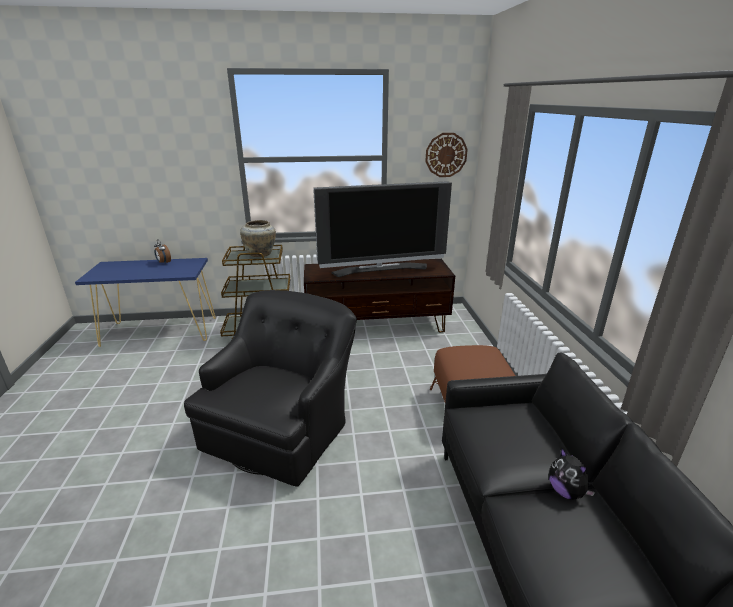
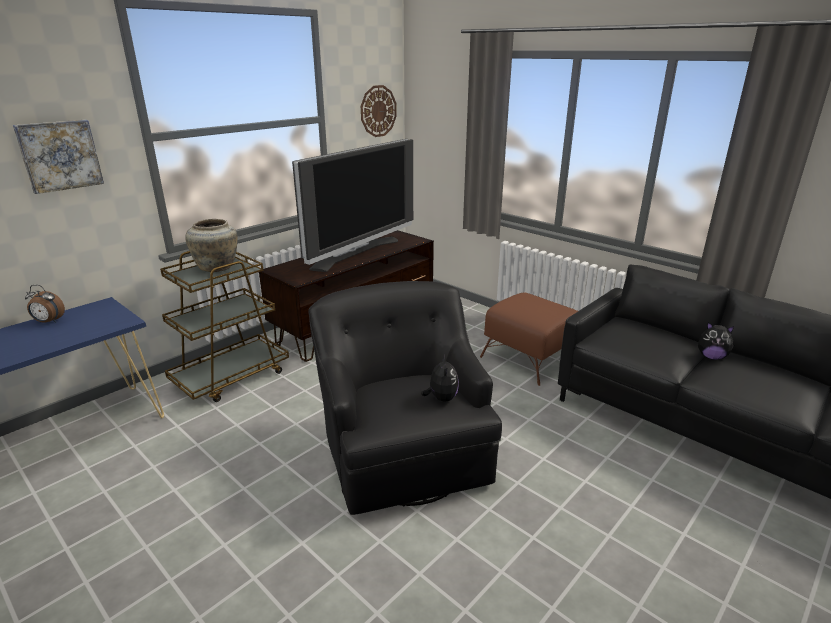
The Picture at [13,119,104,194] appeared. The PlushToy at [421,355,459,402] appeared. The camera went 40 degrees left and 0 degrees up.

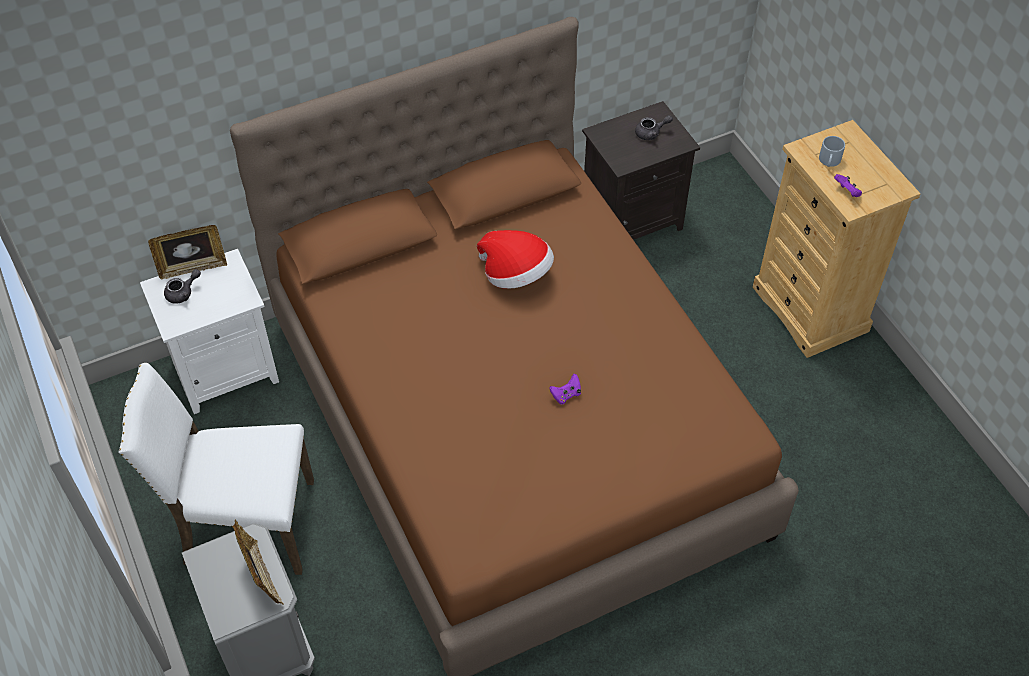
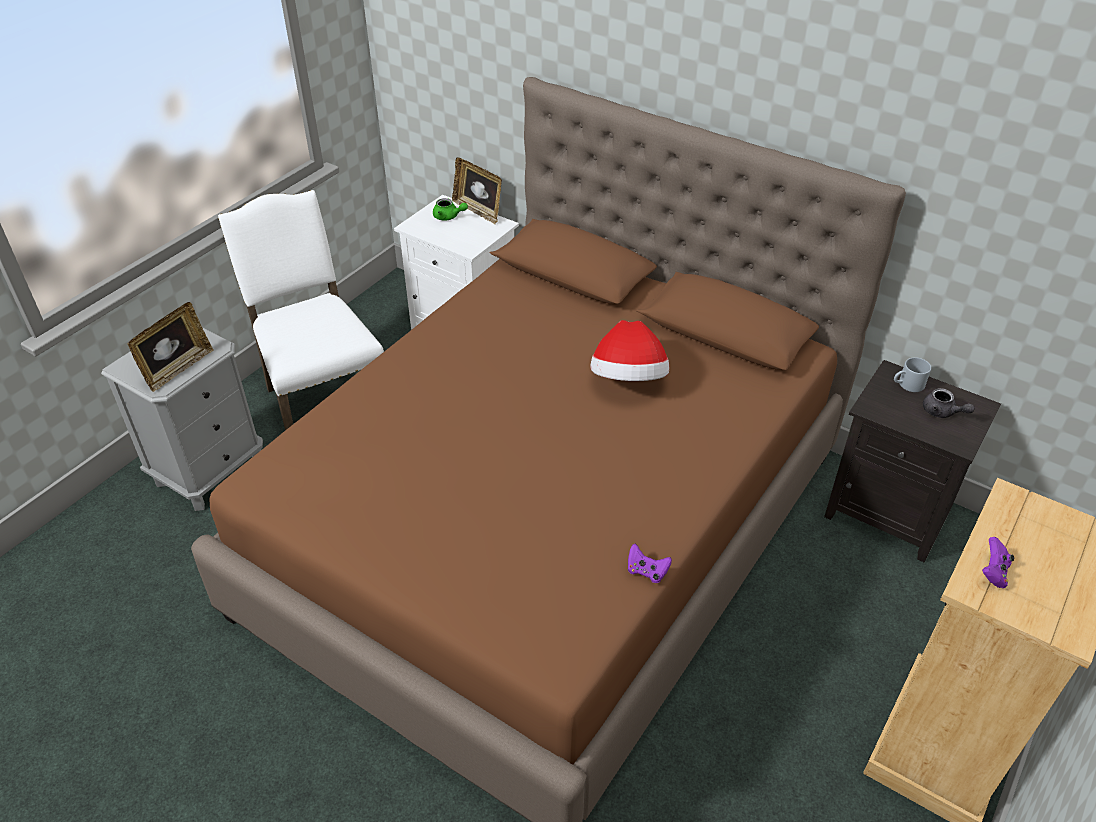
The GreyTeapot at [164,269,201,304] became the GreenTeapot at [433,198,468,221]. The PurpleGameController moved from [549,374,581,404] to [628,544,672,583]. The GreyMug moved from [819,136,845,167] to [894,357,931,392]. The camera went 60 degrees right and 10 degrees down.

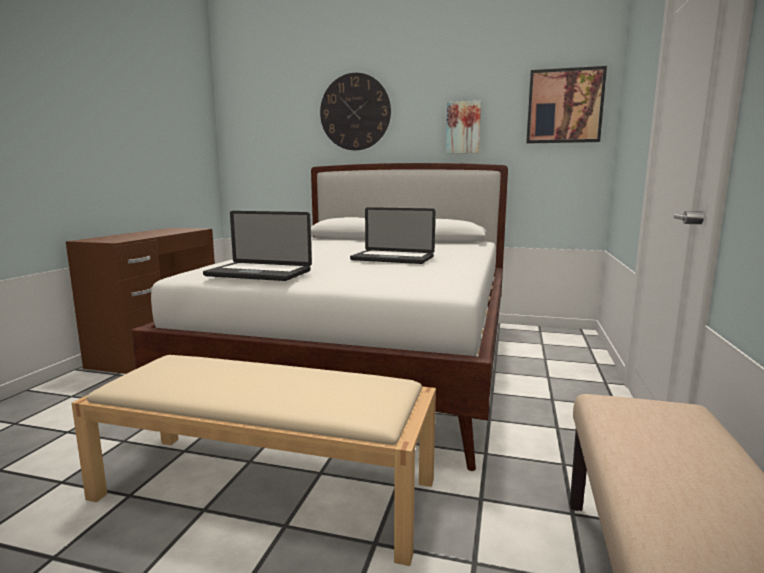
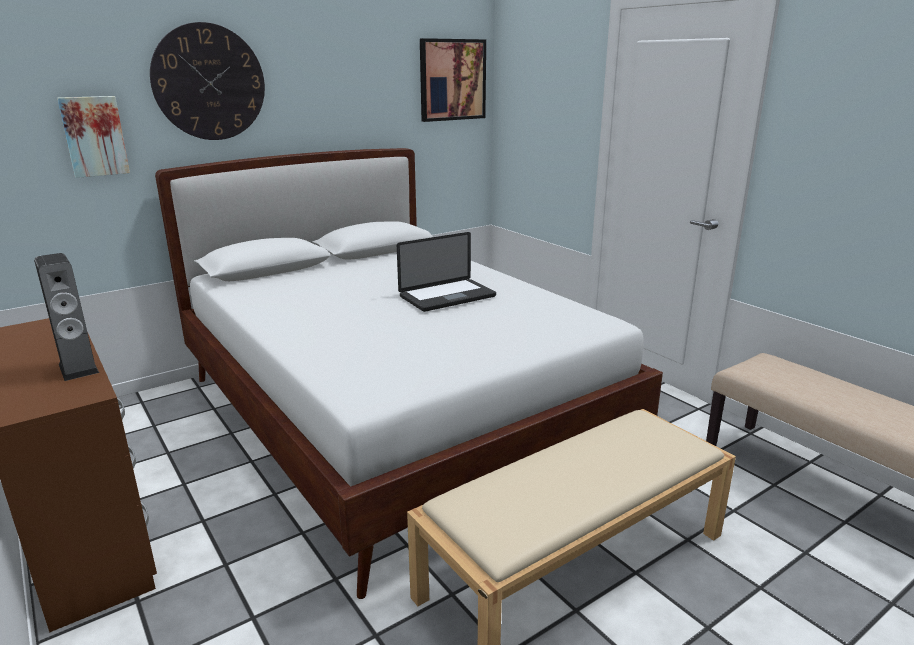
The Speaker at [34,253,99,381] appeared. The Picture moved from [446,101,481,154] to [57,96,130,178]. The Laptop at [203,211,312,281] disappeared. The camera went 50 degrees left and 10 degrees up.

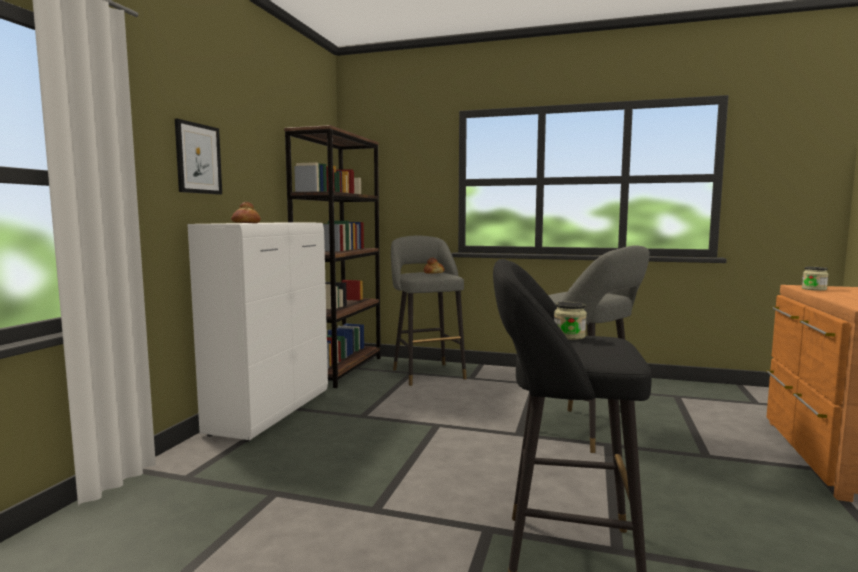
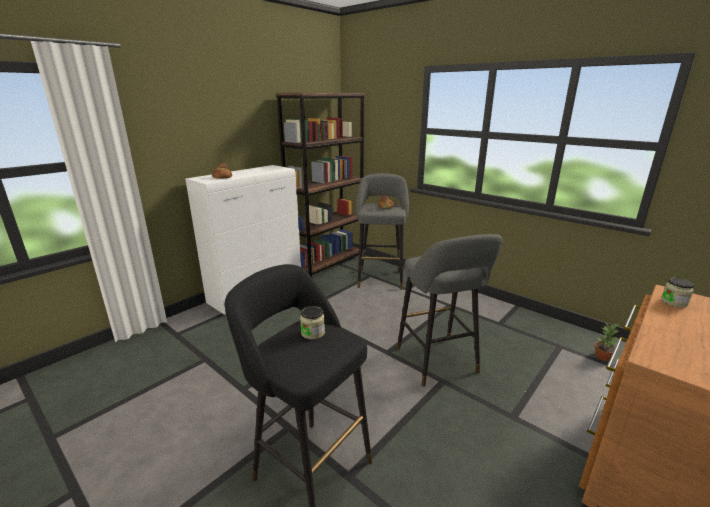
The PottedPlant at [594,323,620,361] appeared. The Picture at [175,119,222,195] disappeared. The camera went 25 degrees right and 15 degrees up.

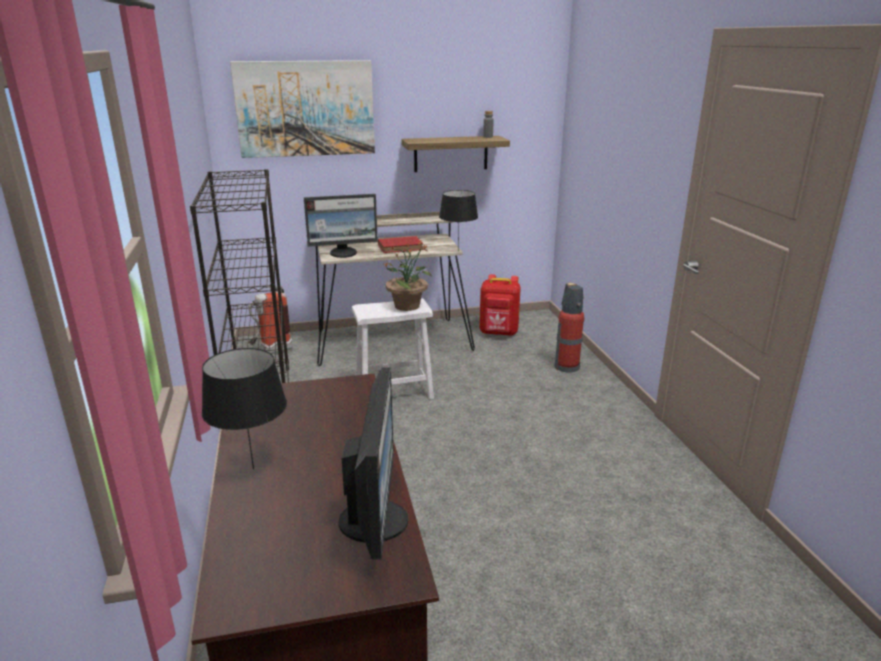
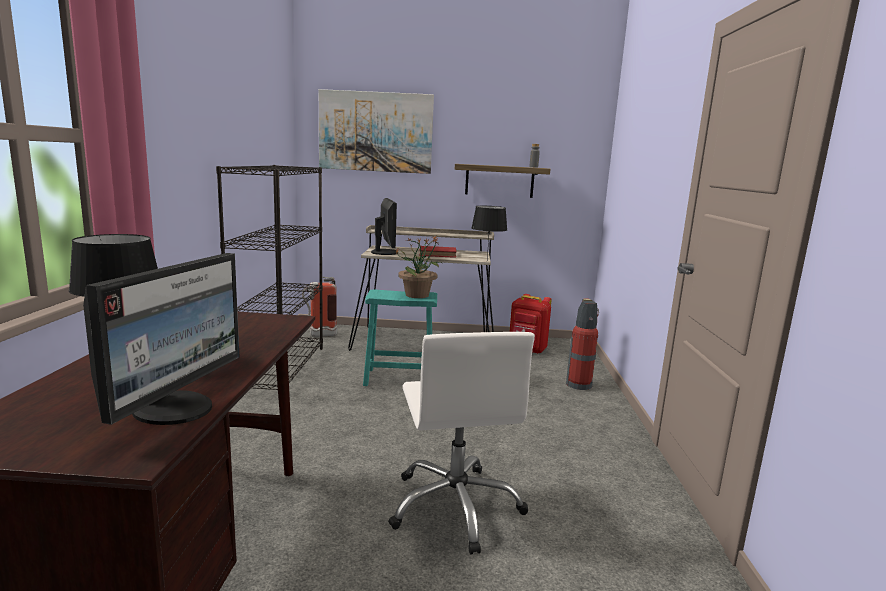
The WhiteStool at [352,298,434,399] became the TurquoiseStool at [363,290,437,386]. The Monitor at [304,194,378,258] turned 105 degrees counterclockwise. The WhiteOfficeChair at [388,332,535,555] appeared. The camera went 15 degrees right and 10 degrees down.

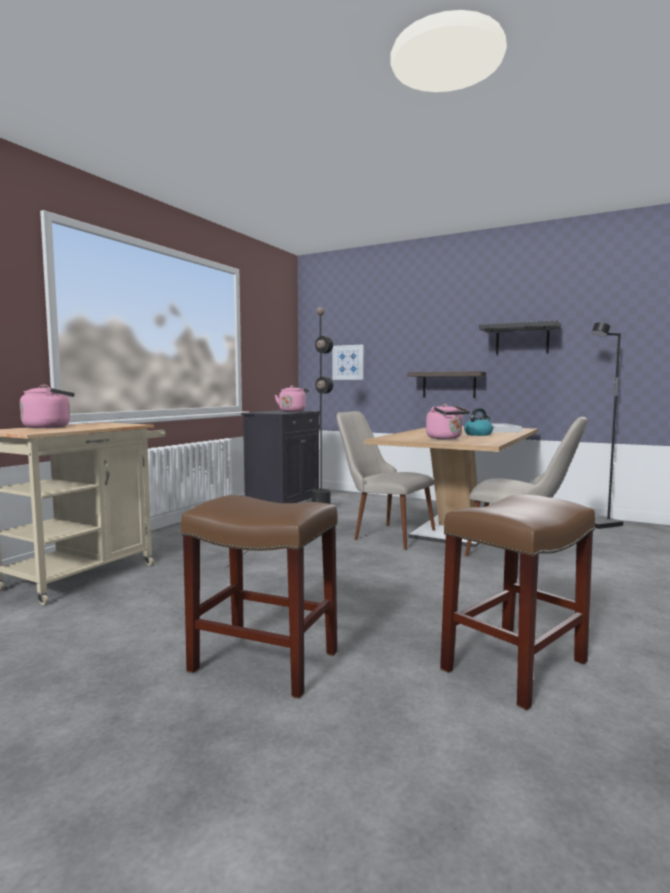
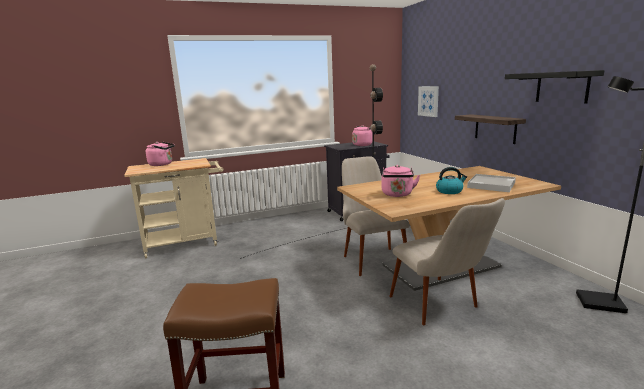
The BrownStool at [181,495,337,699] disappeared. The camera went 40 degrees right and 10 degrees up.

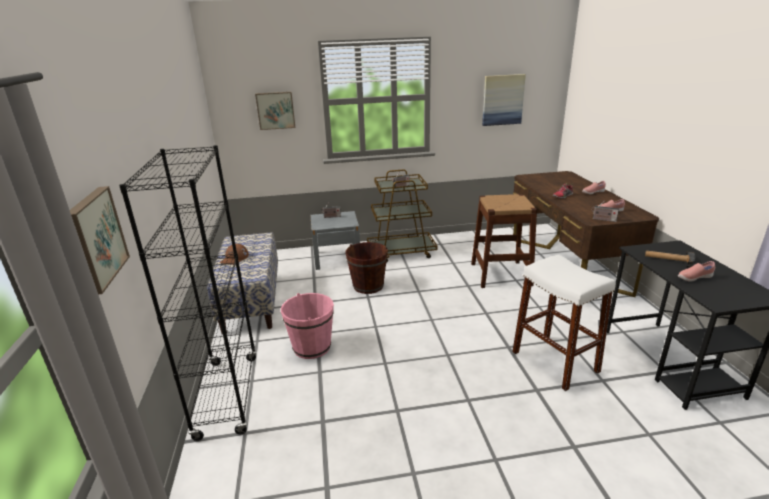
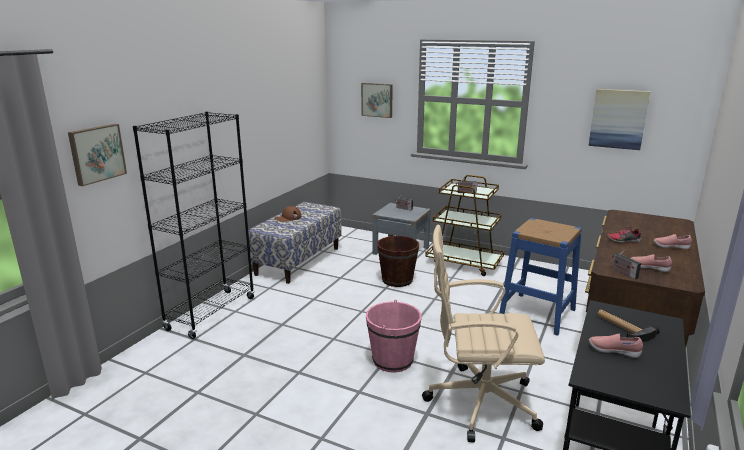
The PinkBucket moved from [281,293,334,359] to [366,299,422,373]. The WhiteStool at [512,255,616,391] was replaced by the BeigeOfficeChair at [422,225,545,442]. The BrownStool at [471,194,537,288] became the BlueStool at [499,218,582,336]. The camera went 35 degrees right and 5 degrees down.

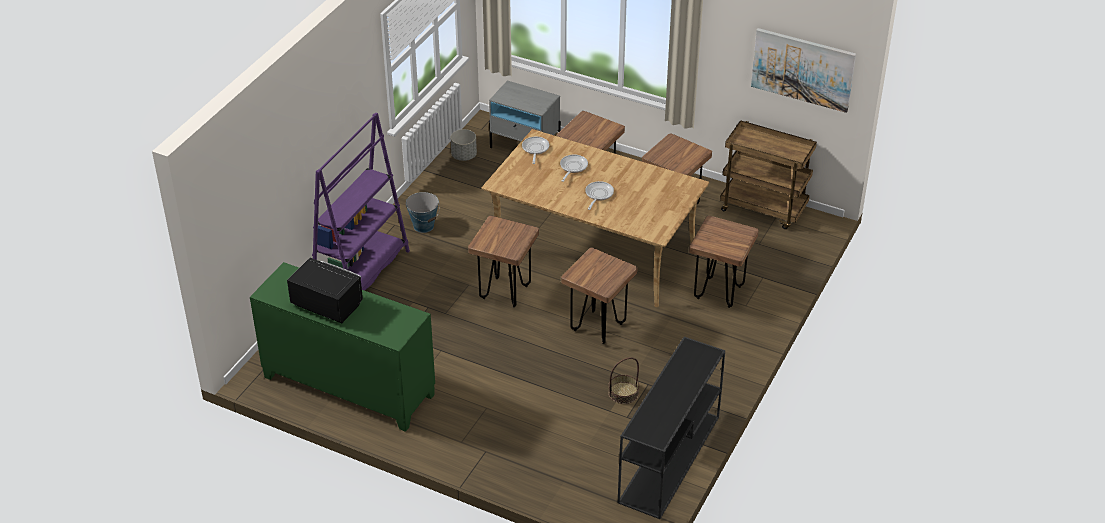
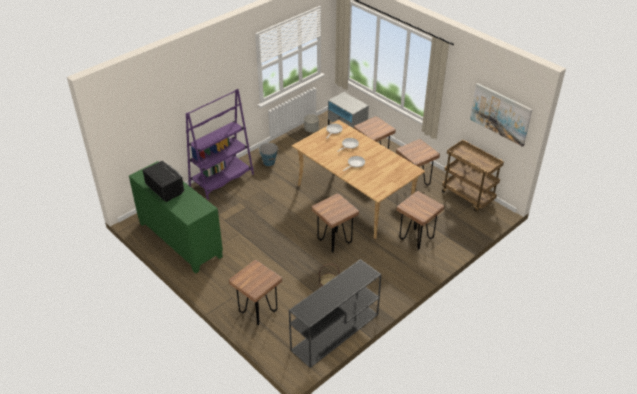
The BrownStool moved from [468,215,539,307] to [229,260,282,325]. The camera went 20 degrees right and 0 degrees up.

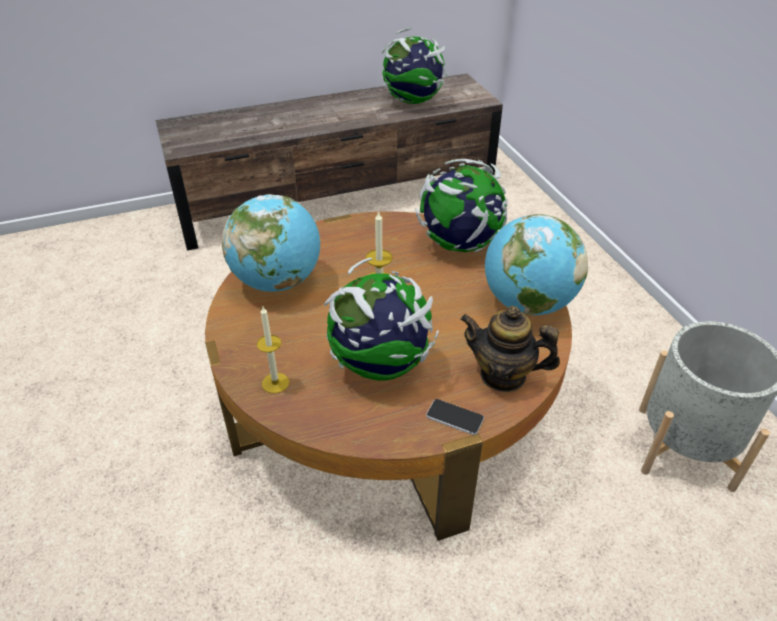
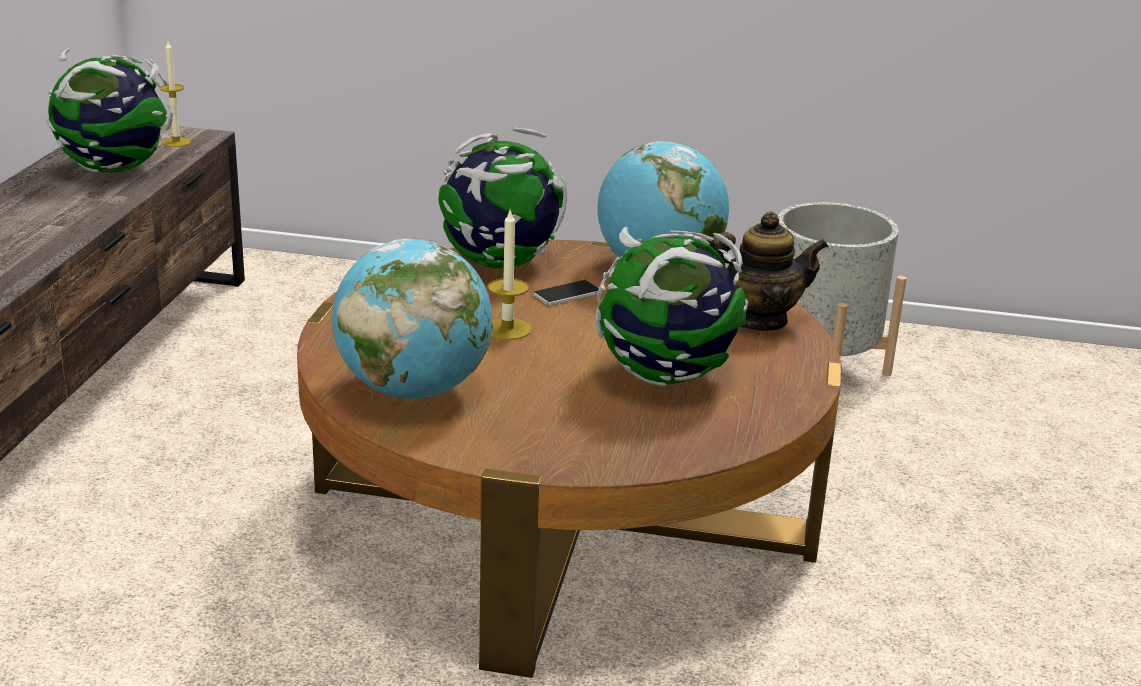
The Candle moved from [257,307,289,393] to [160,41,191,147]. The Phone moved from [426,399,484,435] to [534,280,599,305]. The Teapot at [460,306,560,392] turned 150 degrees counterclockwise. The camera went 60 degrees left and 15 degrees down.

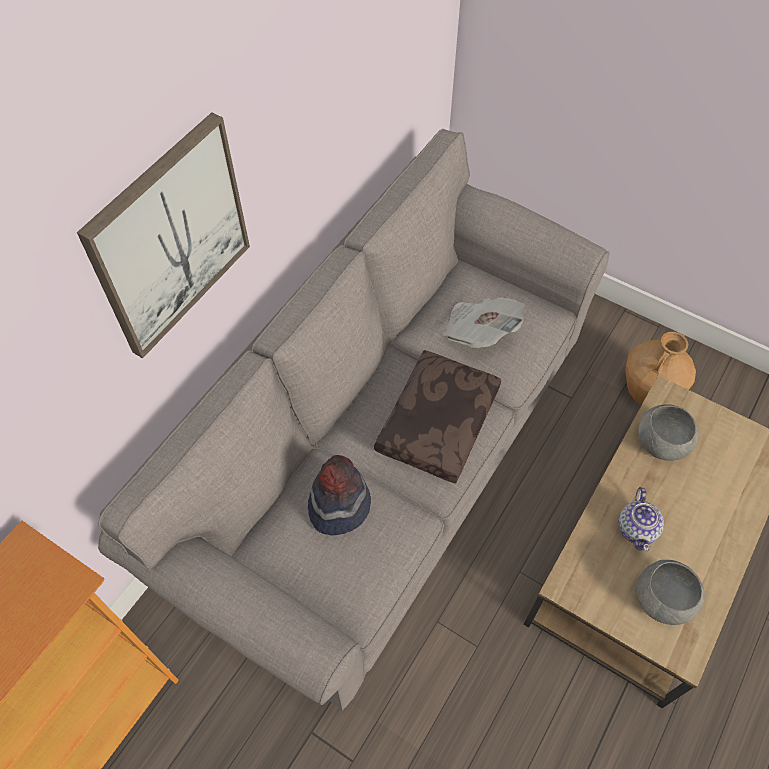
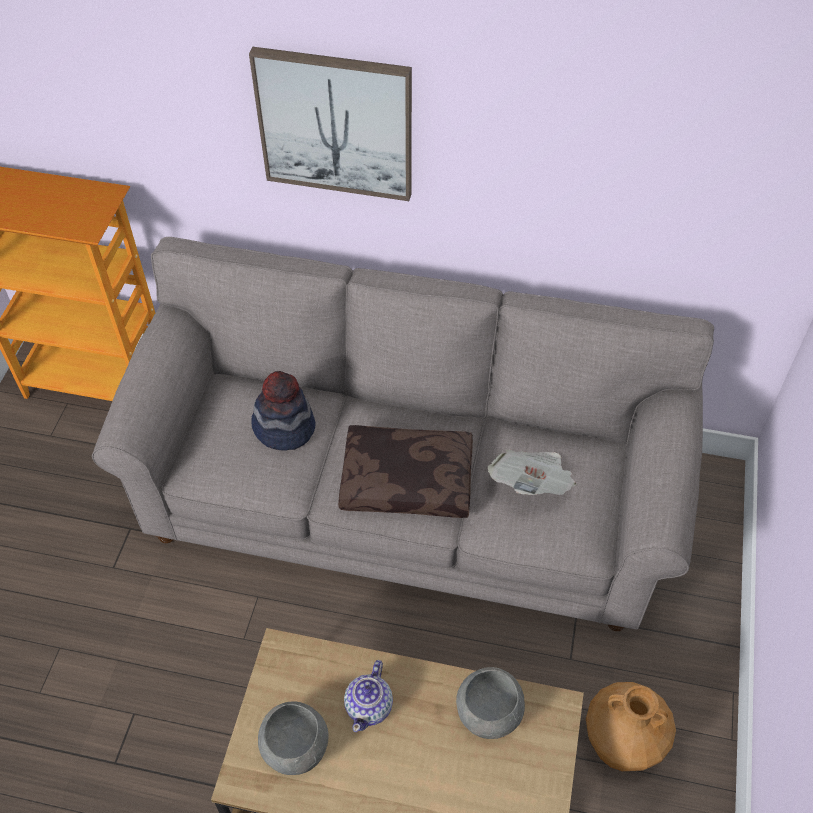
The Teapot at [618,487,664,552] turned 60 degrees counterclockwise. The camera went 70 degrees right and 5 degrees down.

